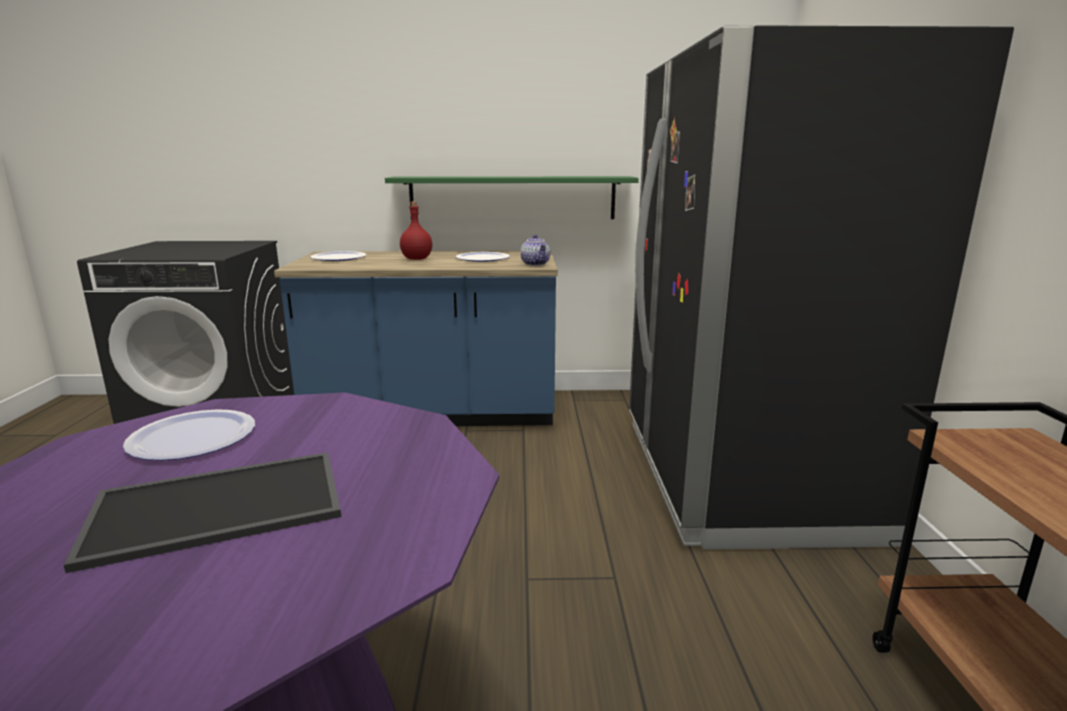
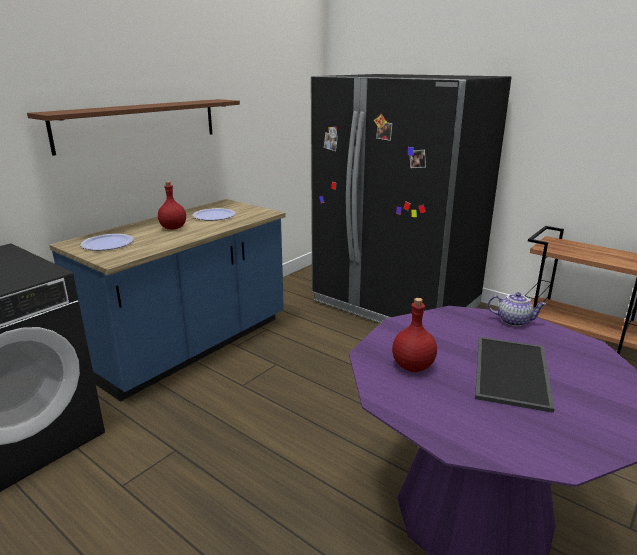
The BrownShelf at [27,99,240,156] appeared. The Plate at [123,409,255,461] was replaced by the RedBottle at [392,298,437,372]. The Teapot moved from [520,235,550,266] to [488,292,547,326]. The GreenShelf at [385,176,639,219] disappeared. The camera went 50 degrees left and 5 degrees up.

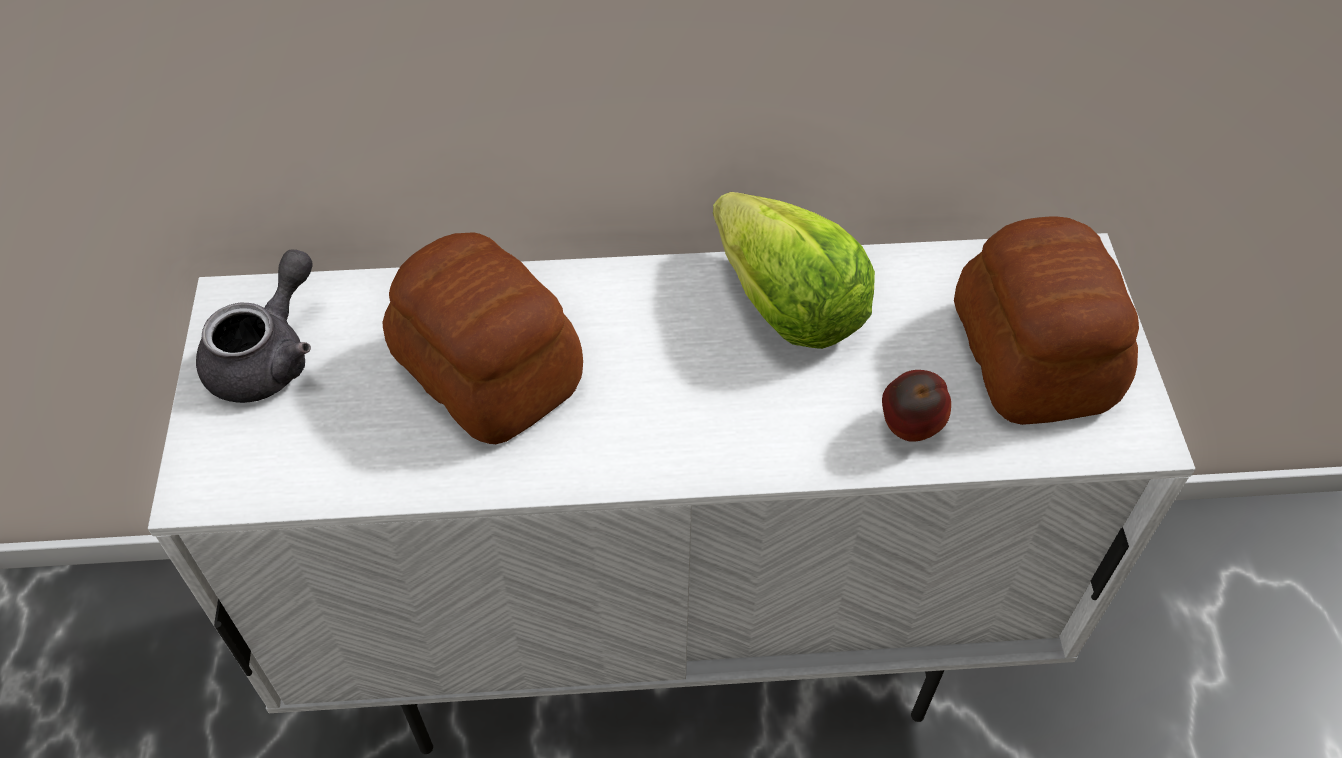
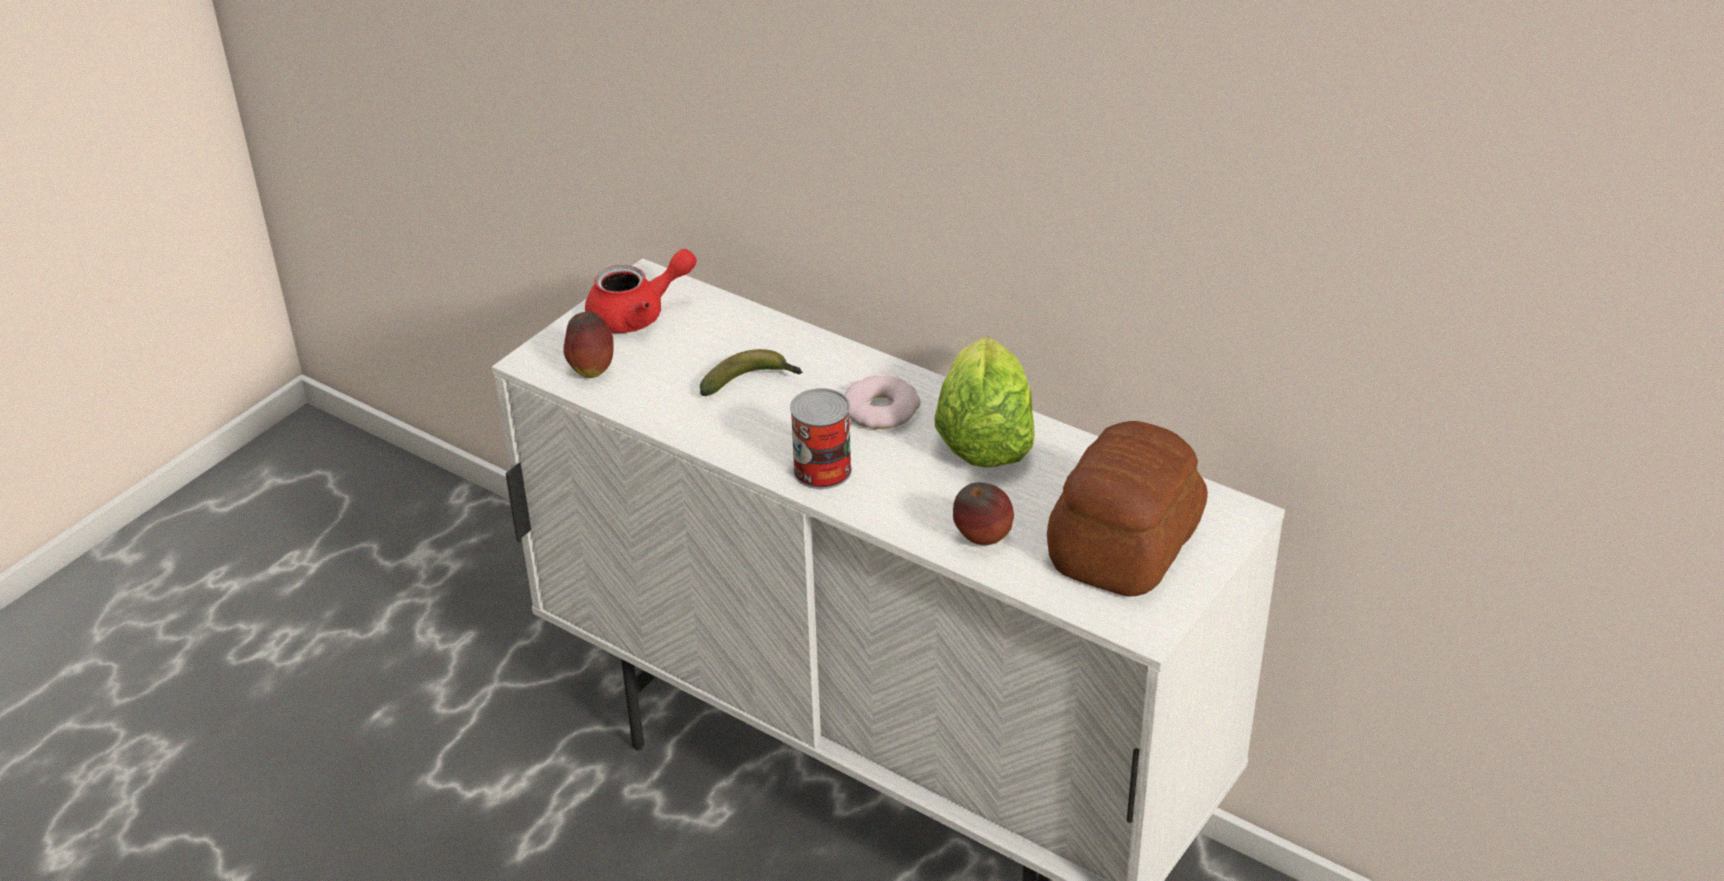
The Apple at [563,312,613,378] appeared. The GreyTeapot at [196,250,312,403] became the RedTeapot at [585,249,696,333]. The Bread at [382,233,583,444] was replaced by the Banana at [700,349,803,396]. The Can at [790,388,852,489] appeared. The Donut at [844,376,921,429] appeared. The camera went 40 degrees right and 15 degrees down.

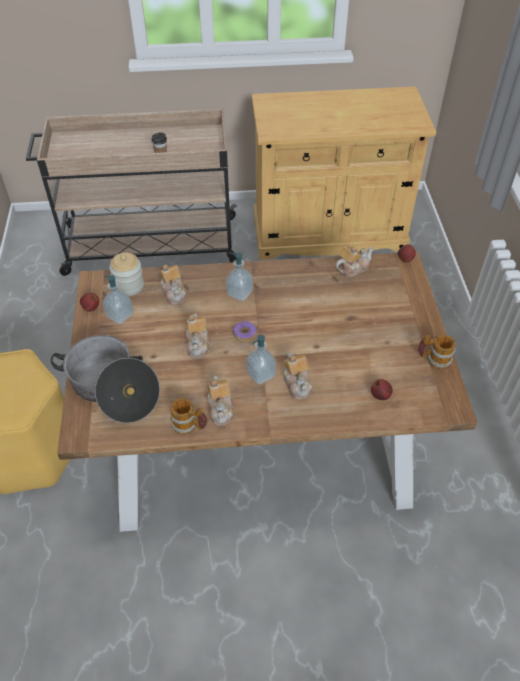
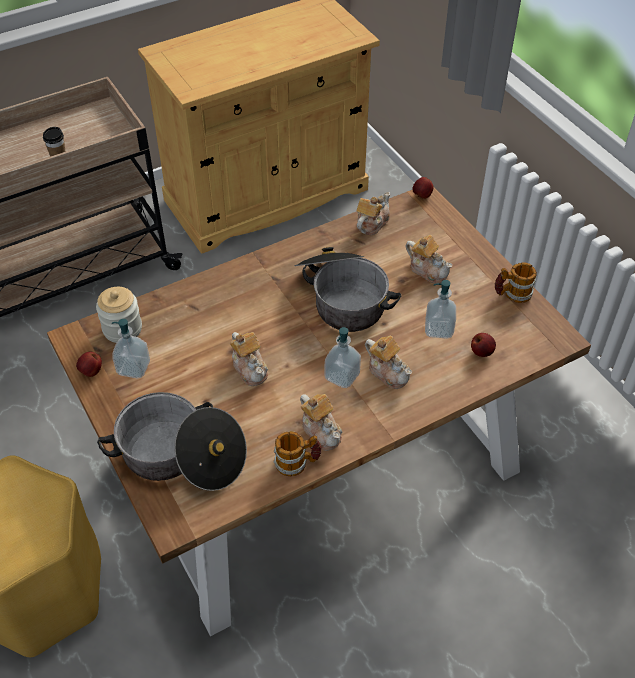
The CookingPot at [295,247,401,332] appeared. The Teapot moved from [159,264,186,305] to [406,235,452,284]. The SoapDispenser moved from [226,253,253,301] to [425,280,456,339]. The Donut at [233,321,257,342] disappeared. The camera went 25 degrees left and 0 degrees up.

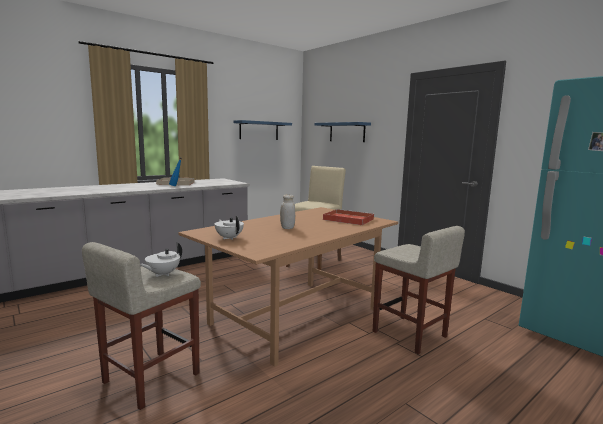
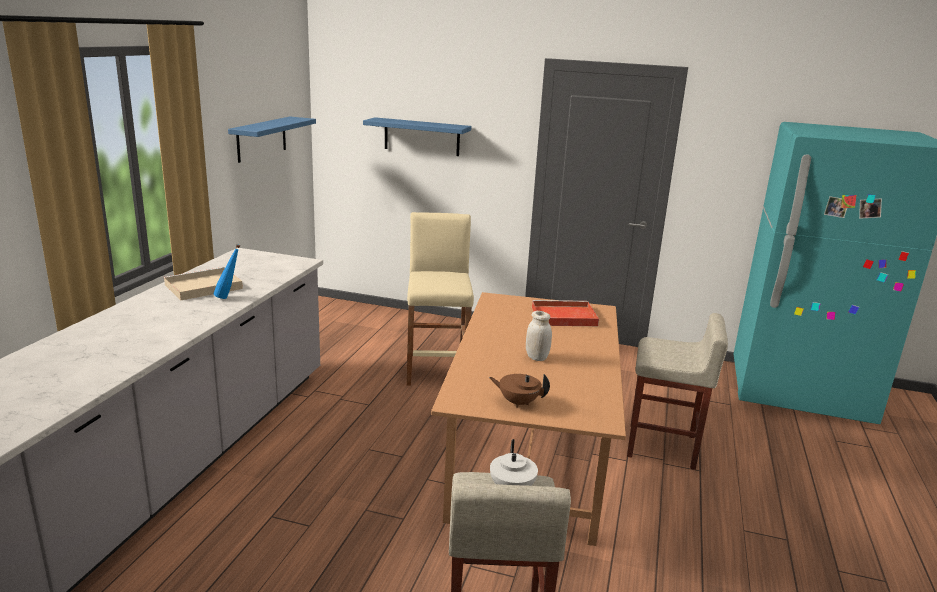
The WhiteTeapot at [214,216,244,240] became the BrownTeapot at [489,374,550,408]. The camera went 35 degrees left and 10 degrees up.

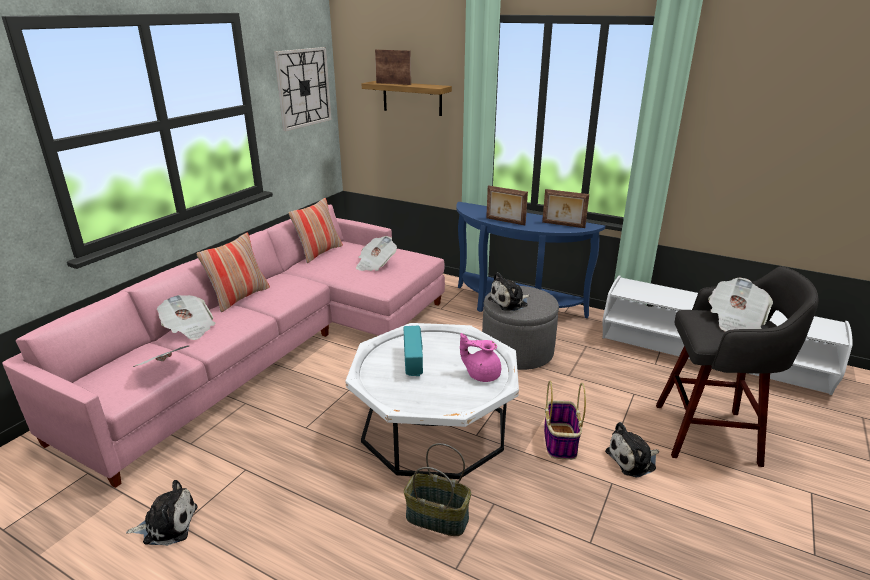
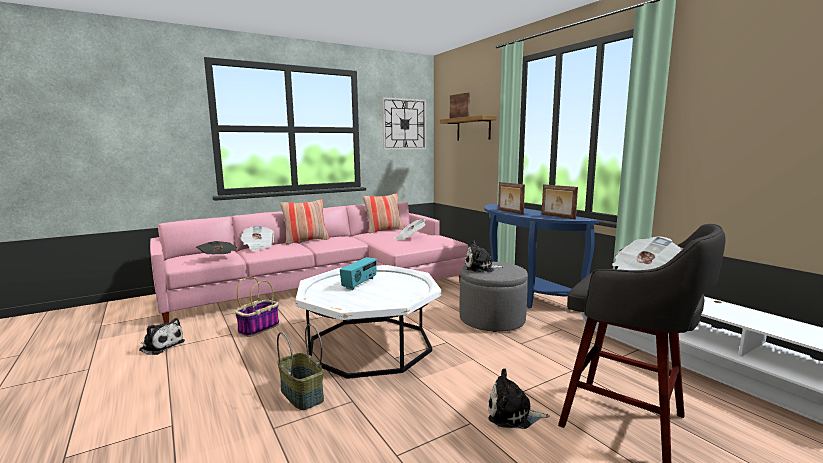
The Basket moved from [544,381,586,460] to [235,277,279,337]. The PinkTeapot at [460,333,501,382] disappeared. The camera went 30 degrees right and 15 degrees down.

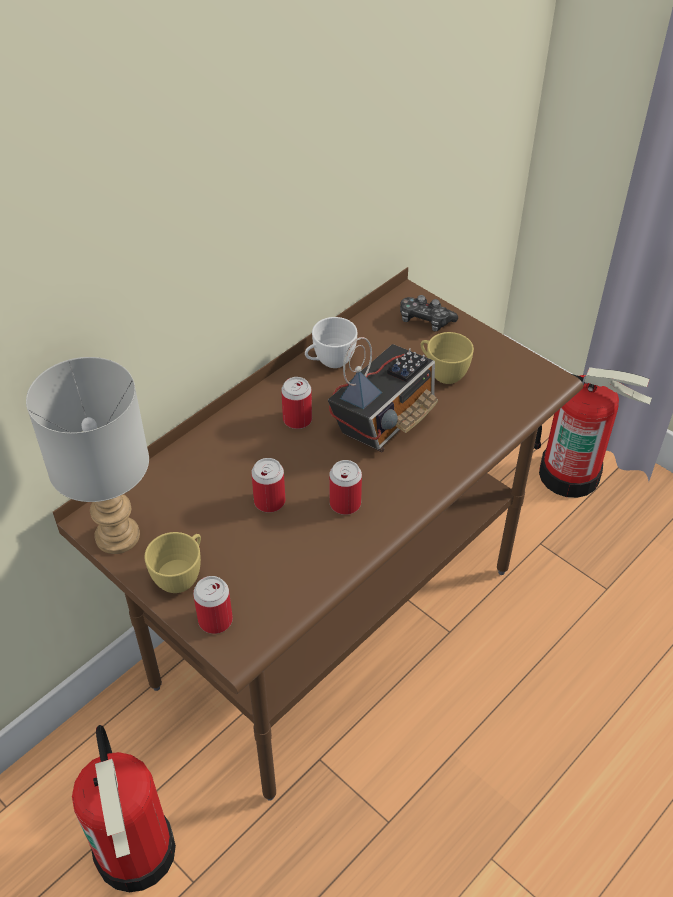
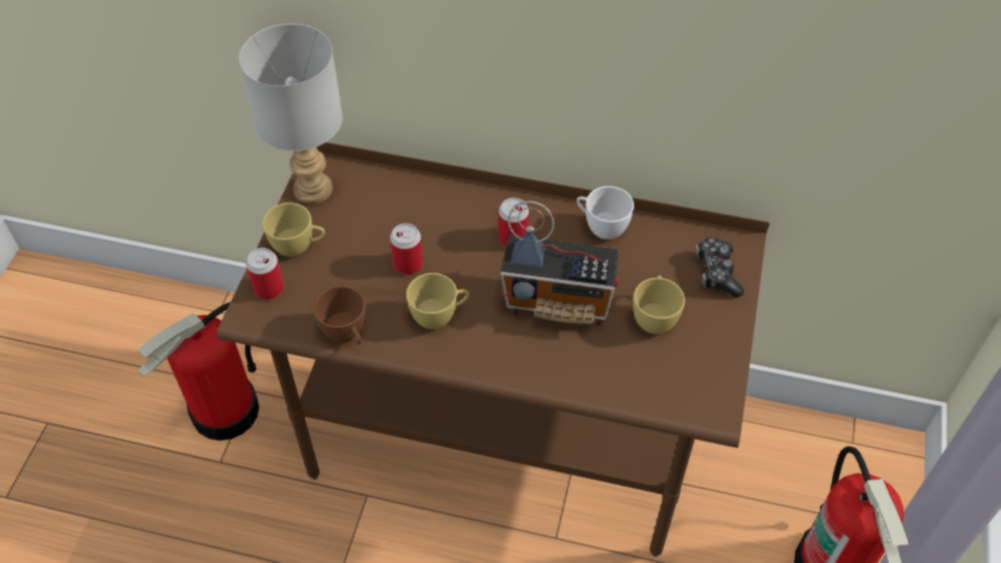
The BrownCup at [314,286,366,345] appeared. The Can at [329,460,362,515] was replaced by the YellowCup at [406,273,469,329]. The camera went 60 degrees right and 5 degrees up.

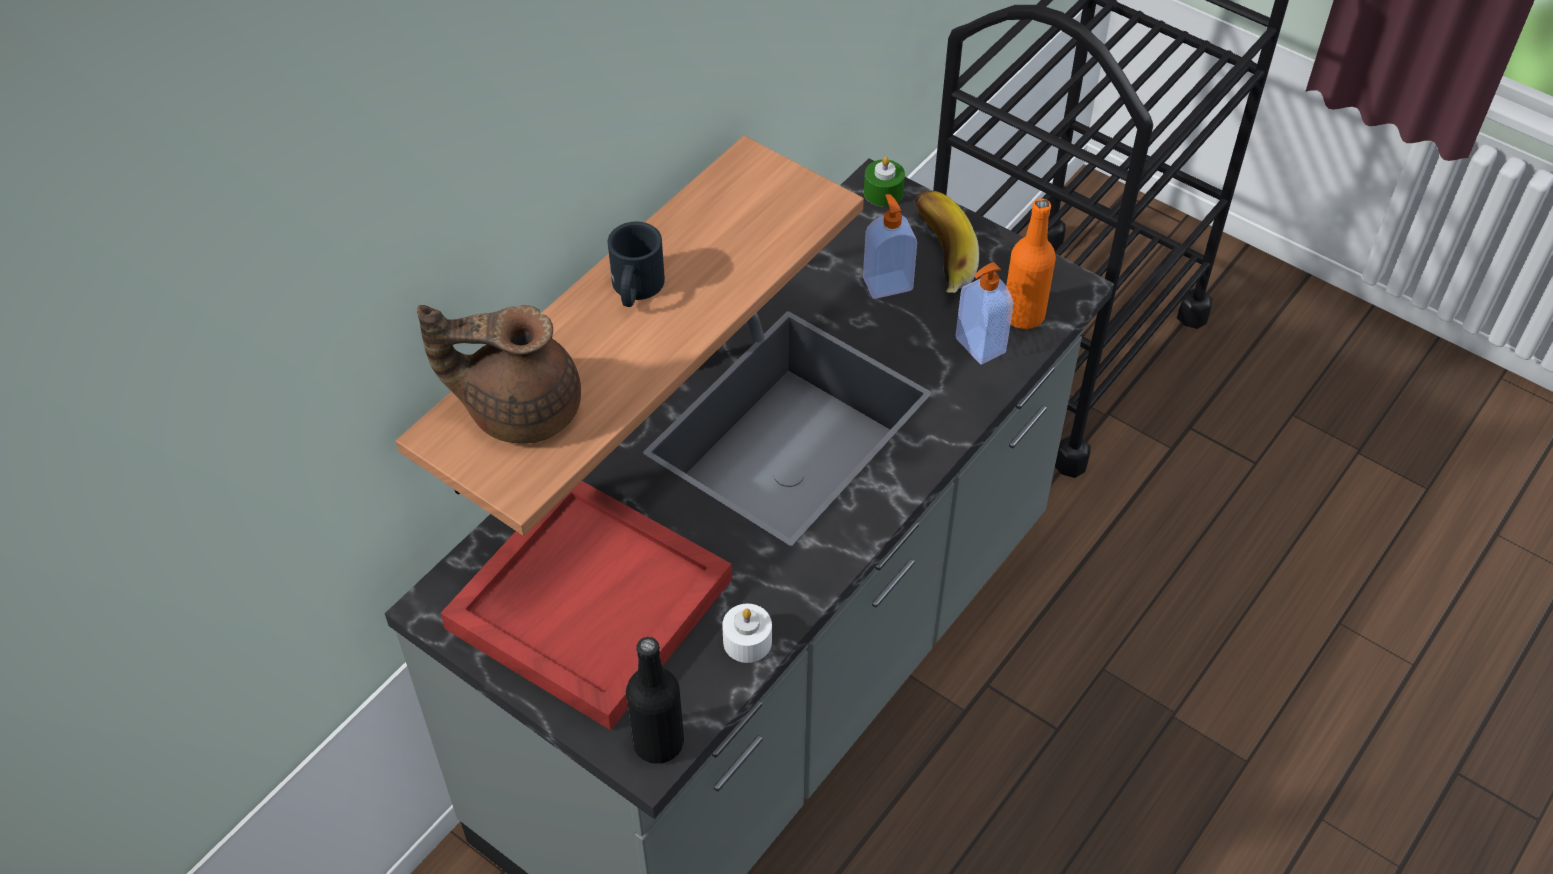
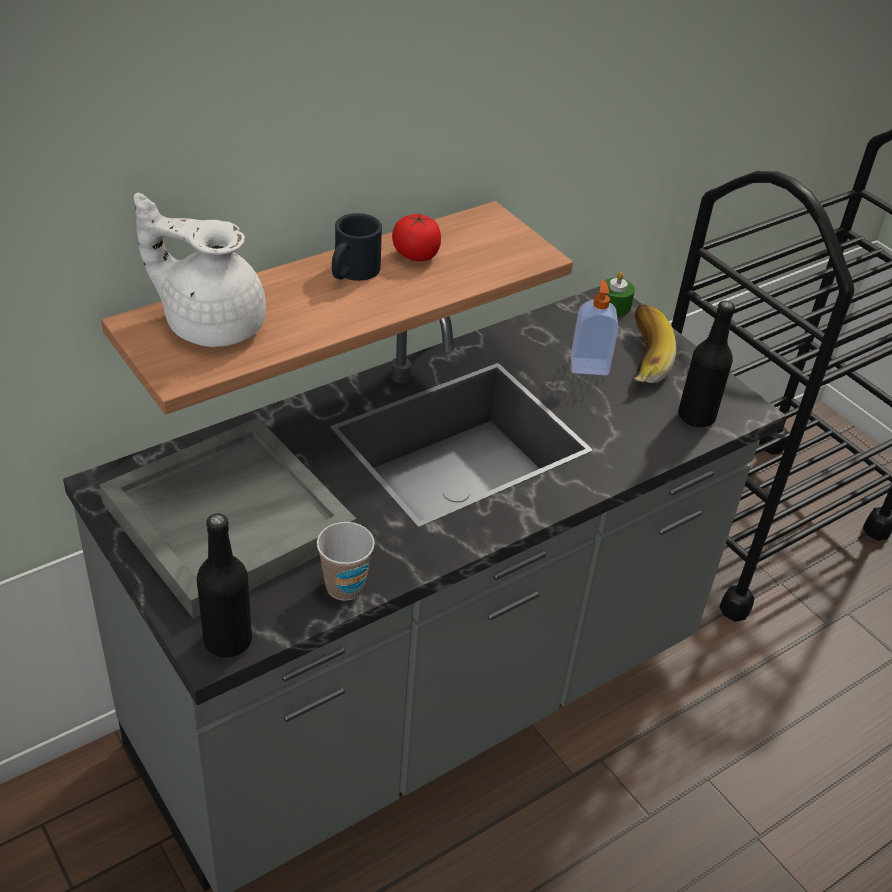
The RedTray at [440,481,732,730] became the GreyTray at [99,418,356,619]. The BrownTeapot at [417,305,581,444] became the WhiteTeapot at [134,192,266,347]. The WhiteCandle at [722,604,772,663] was replaced by the Cup at [317,522,375,601]. The Tomato at [392,213,441,261] appeared. The OrangeBottle at [1006,198,1056,329] became the BlackBottle at [678,301,735,427]. The SoapDispenser at [955,262,1013,365] disappeared. The camera went 15 degrees right and 10 degrees down.

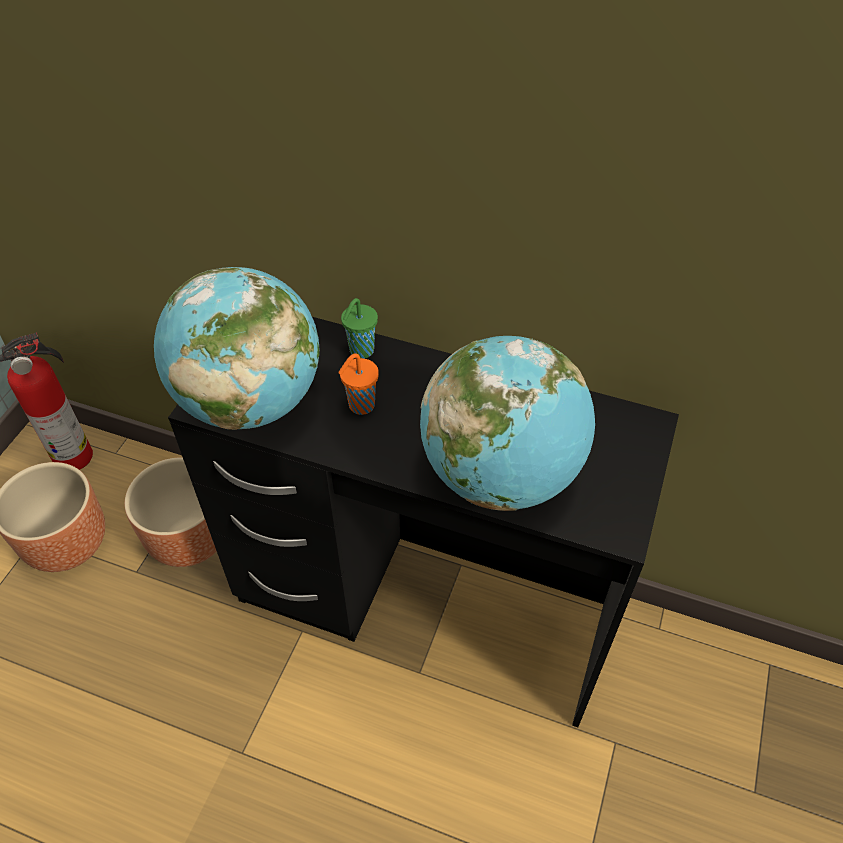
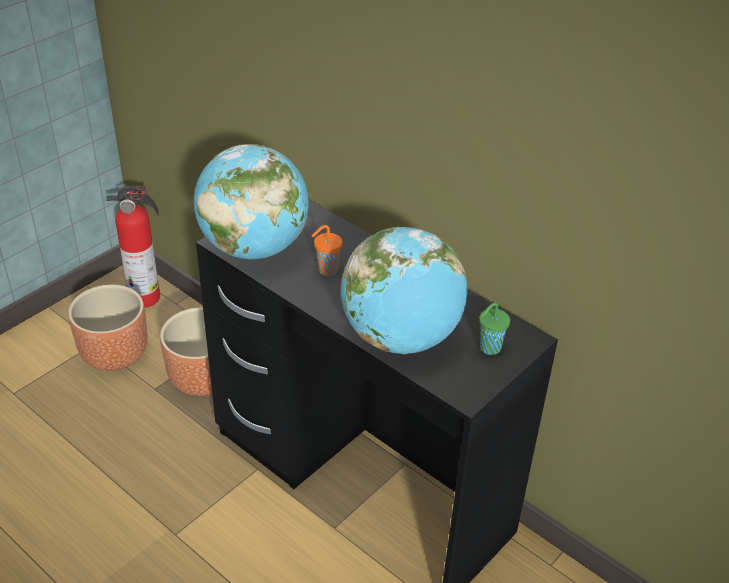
The GreenCup moved from [341,298,378,359] to [479,302,510,355]. The camera went 20 degrees right and 10 degrees down.

